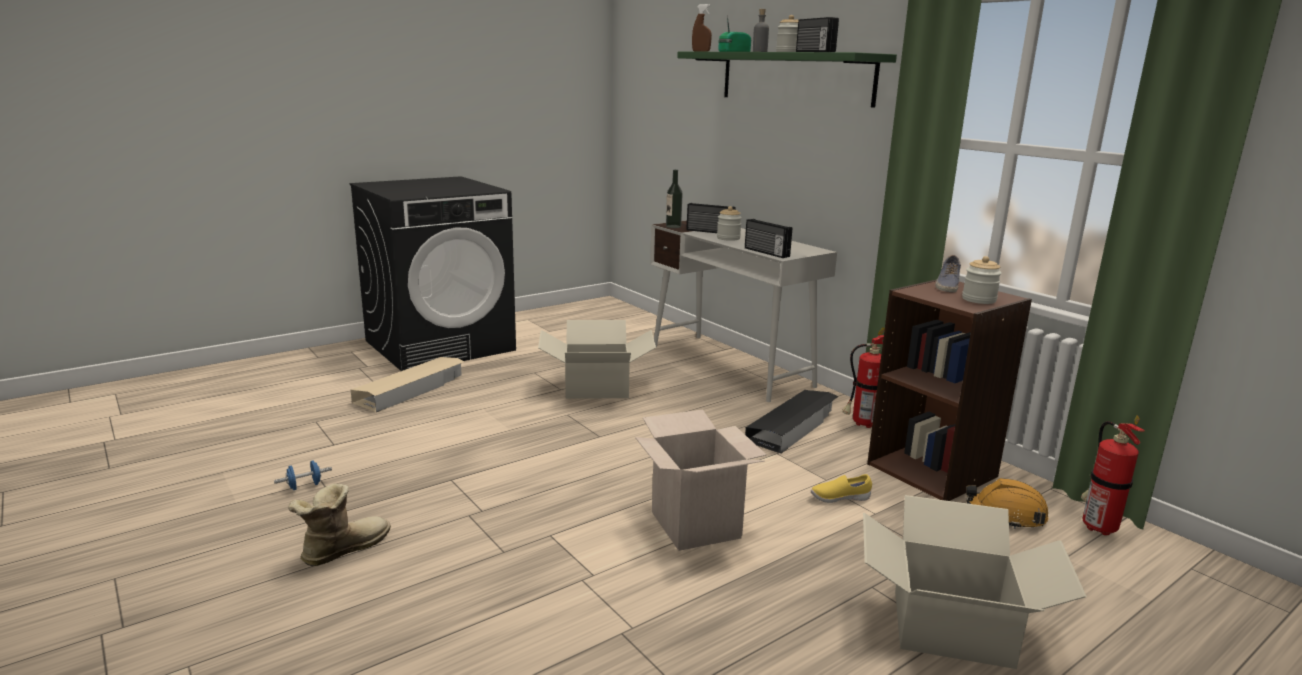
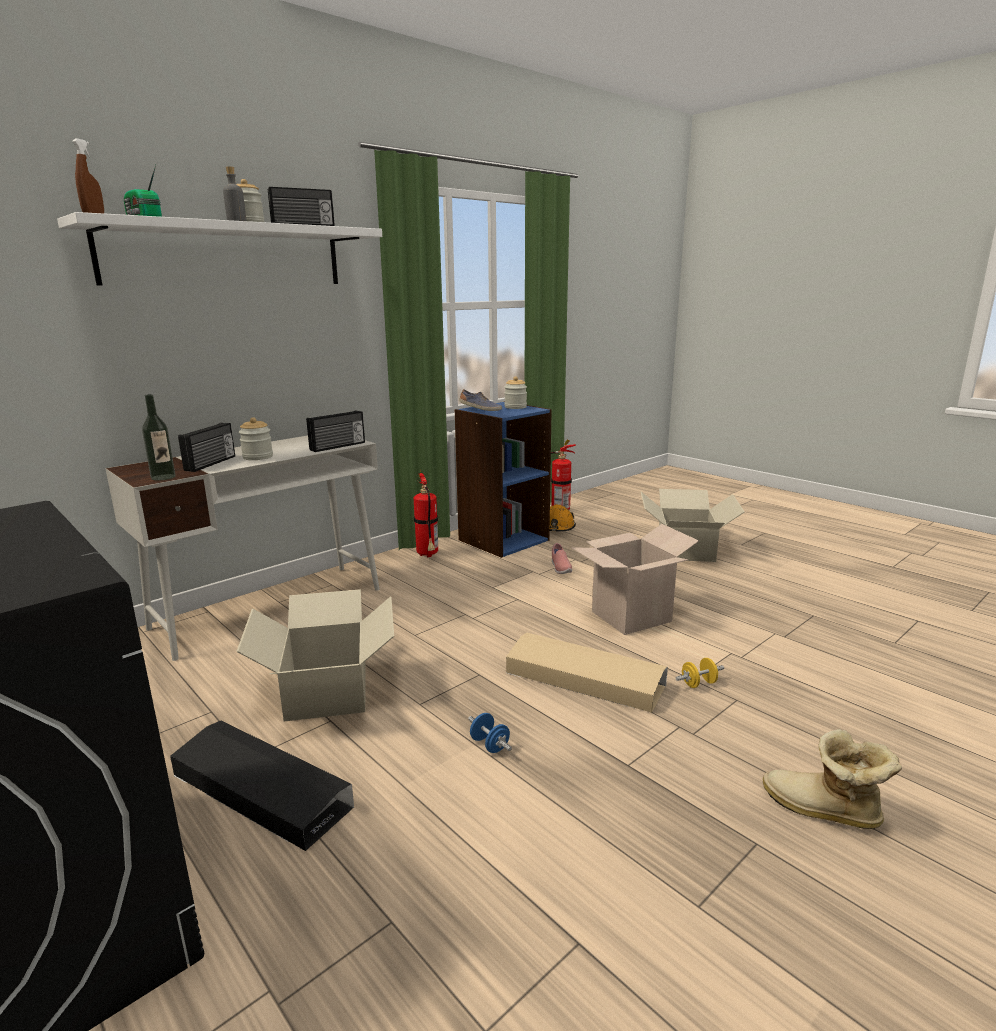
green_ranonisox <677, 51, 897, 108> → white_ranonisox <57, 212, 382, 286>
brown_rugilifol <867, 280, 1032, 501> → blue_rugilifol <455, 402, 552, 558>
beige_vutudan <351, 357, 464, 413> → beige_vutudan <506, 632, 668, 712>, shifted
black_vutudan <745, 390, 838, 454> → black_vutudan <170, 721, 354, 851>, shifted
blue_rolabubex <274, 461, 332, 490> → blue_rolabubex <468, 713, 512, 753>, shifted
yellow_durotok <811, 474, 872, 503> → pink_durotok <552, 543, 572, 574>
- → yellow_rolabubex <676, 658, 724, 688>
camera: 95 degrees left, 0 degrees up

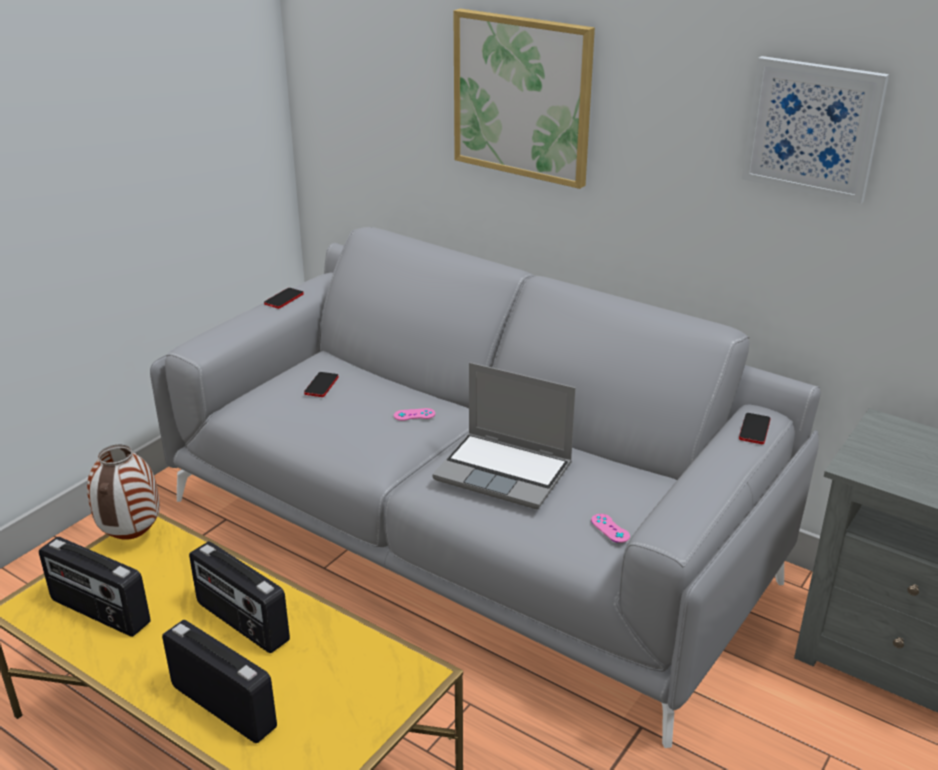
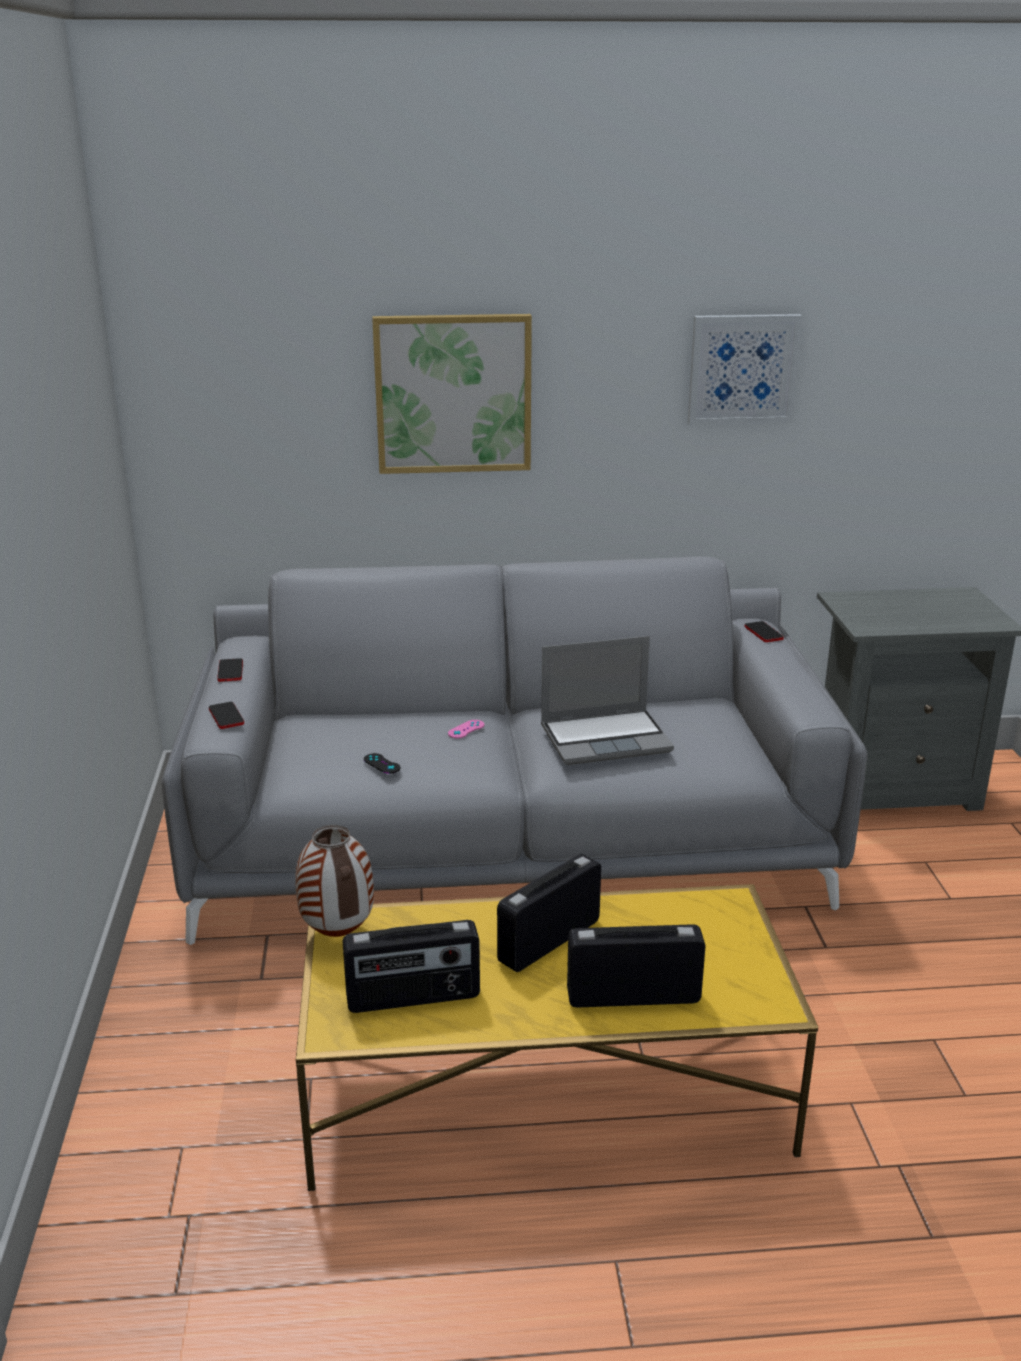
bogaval <304, 372, 338, 397> → bogaval <209, 702, 244, 729>, shifted
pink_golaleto <591, 514, 630, 543> → -
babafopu <189, 541, 290, 653> → babafopu <497, 854, 601, 972>, 135 degrees clockwise
- → black_golaleto <364, 753, 400, 774>
camera: 40 degrees left, 5 degrees down

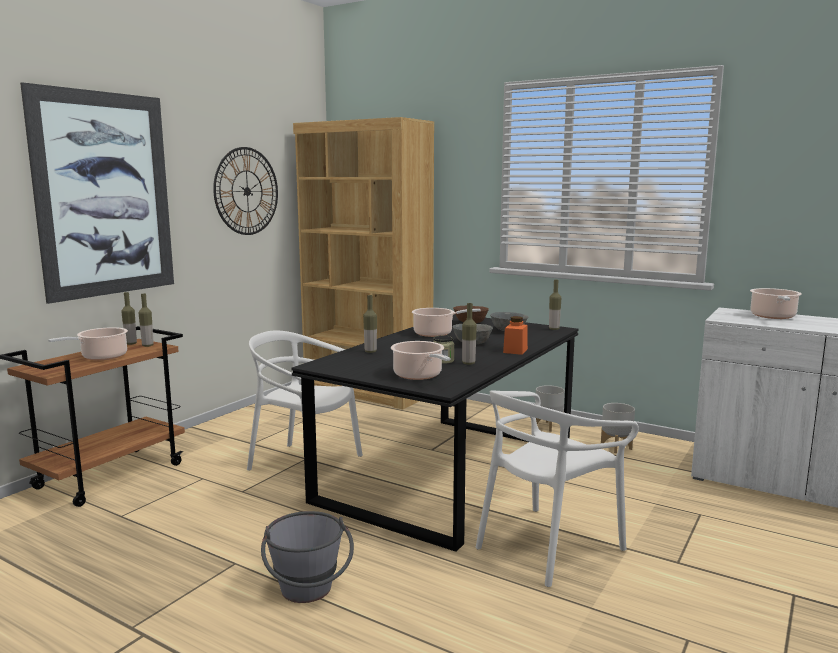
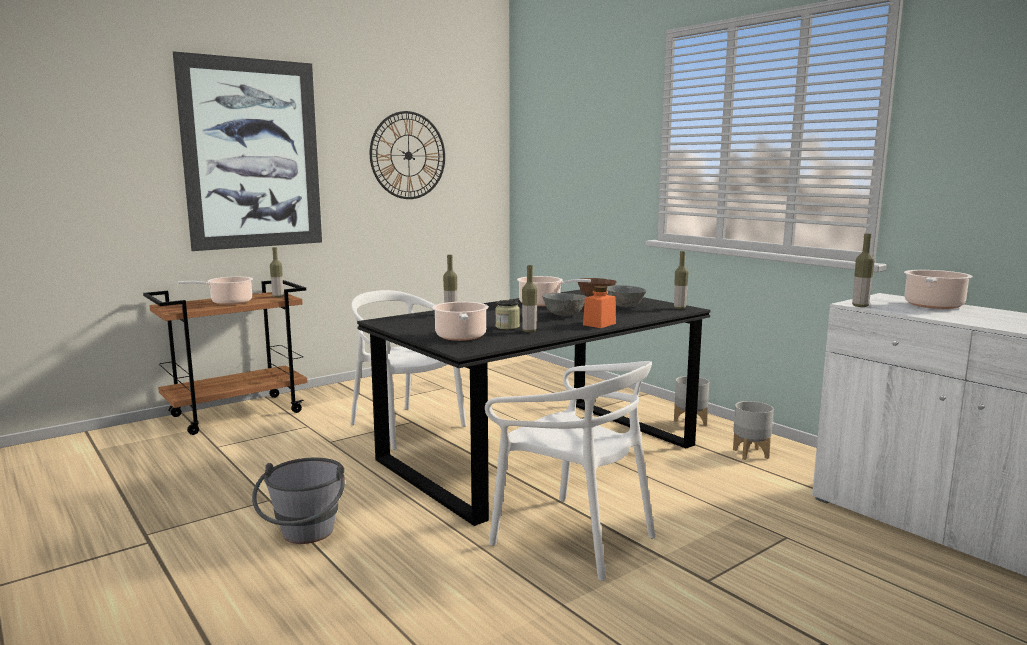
brown_rugilifol <293, 117, 434, 409> → -
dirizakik <121, 292, 137, 345> → dirizakik <852, 234, 875, 307>, shifted
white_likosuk <476, 390, 639, 587> → white_likosuk <485, 361, 655, 581>, 120 degrees counterclockwise
camera: 20 degrees right, 0 degrees up

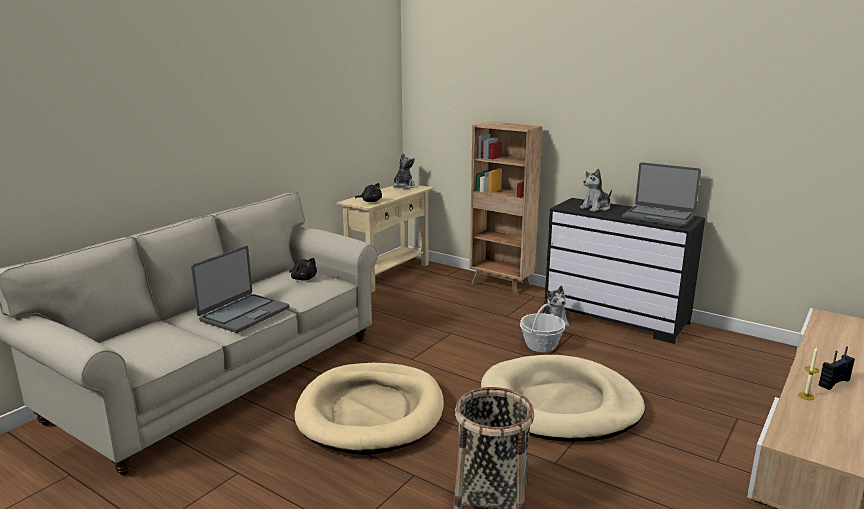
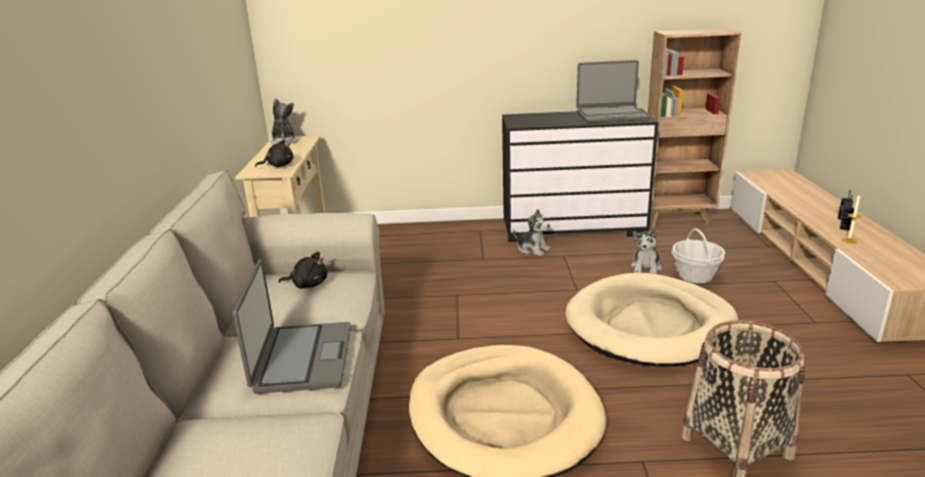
brown_rugilifol <470, 121, 543, 295> → brown_rugilifol <648, 28, 741, 228>, shifted
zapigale <580, 169, 612, 212> → zapigale <631, 227, 662, 274>, shifted
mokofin <520, 303, 565, 352> → mokofin <672, 228, 725, 283>, shifted
camera: 35 degrees left, 5 degrees up

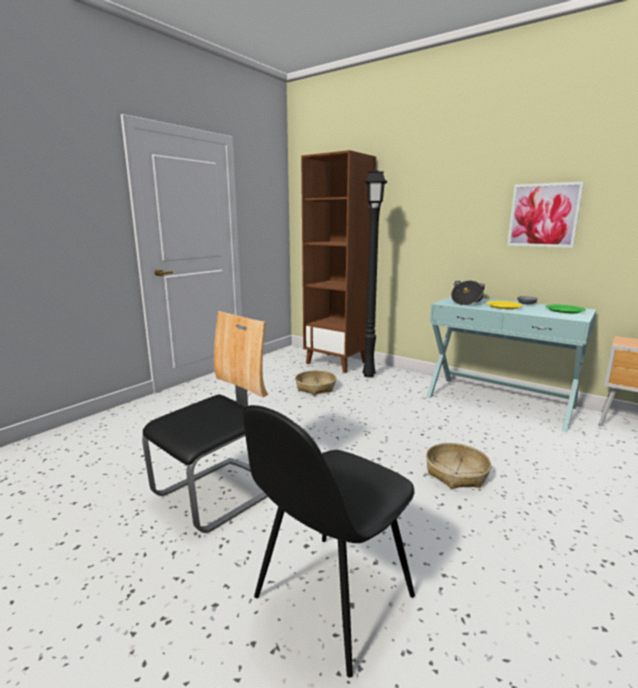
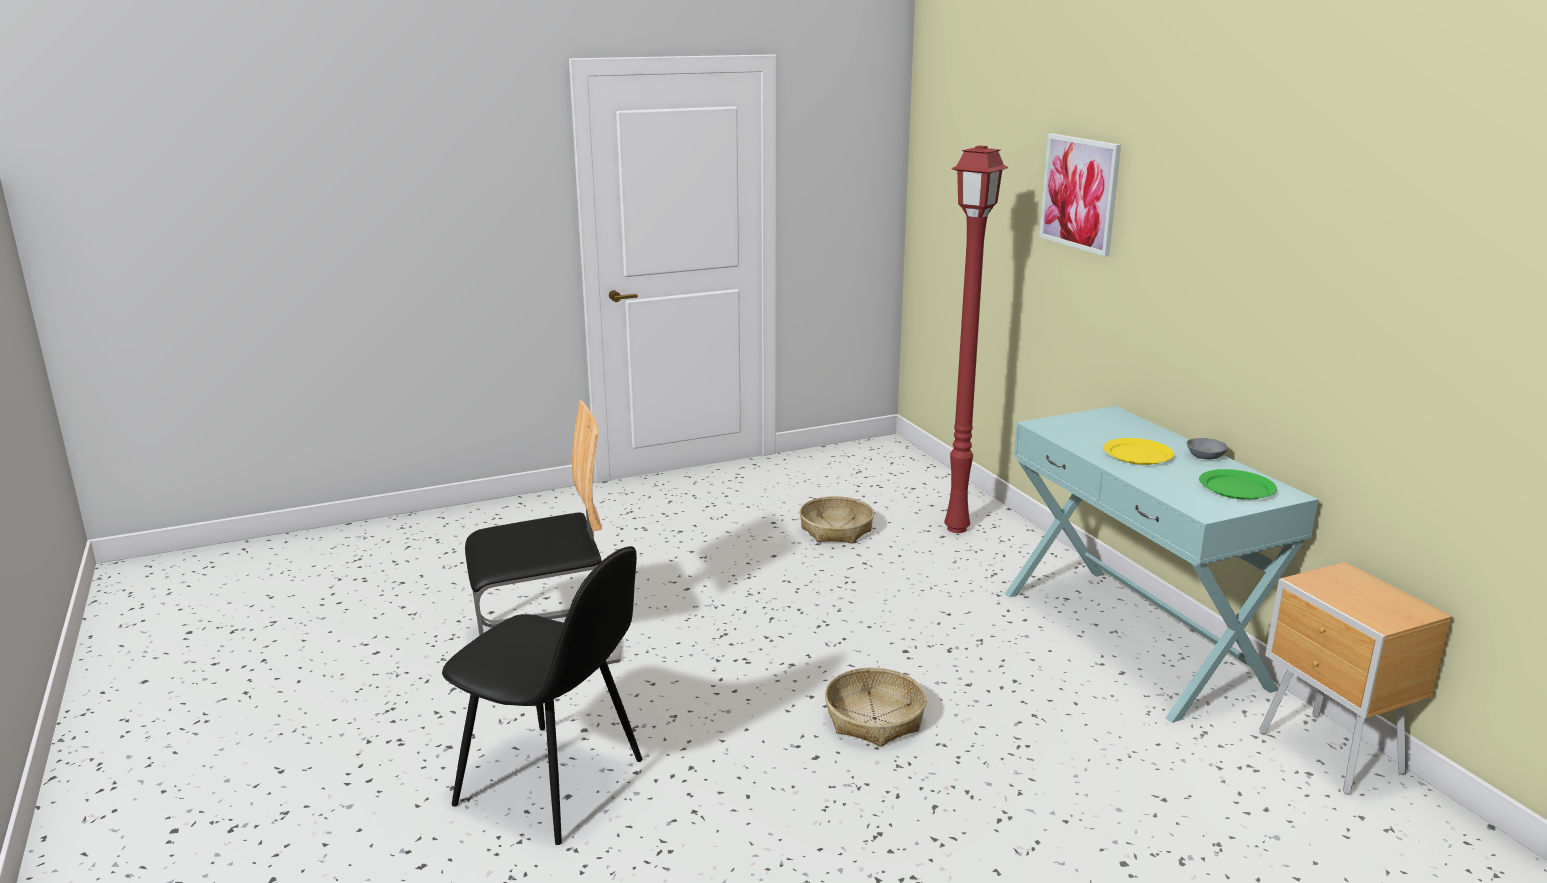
brown_rugilifol <301, 150, 376, 373> → -
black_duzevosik <362, 170, 387, 378> → red_duzevosik <944, 145, 1009, 533>
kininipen <507, 182, 584, 248> → kininipen <1039, 134, 1121, 256>, shifted
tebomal <451, 281, 485, 305> → -
black_likosuk <243, 405, 415, 678> → black_likosuk <442, 546, 642, 845>, 135 degrees counterclockwise
camera: 30 degrees right, 5 degrees up

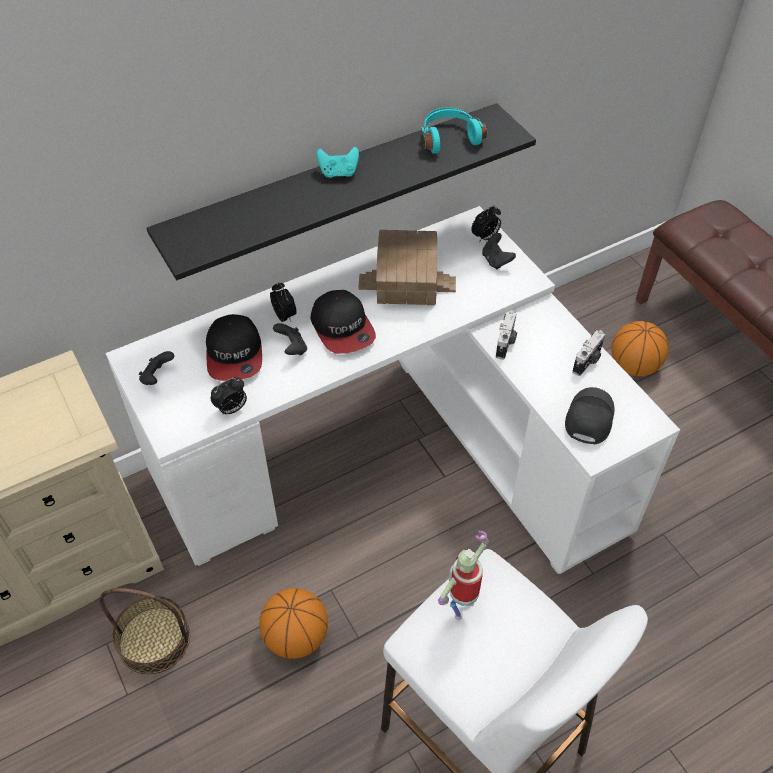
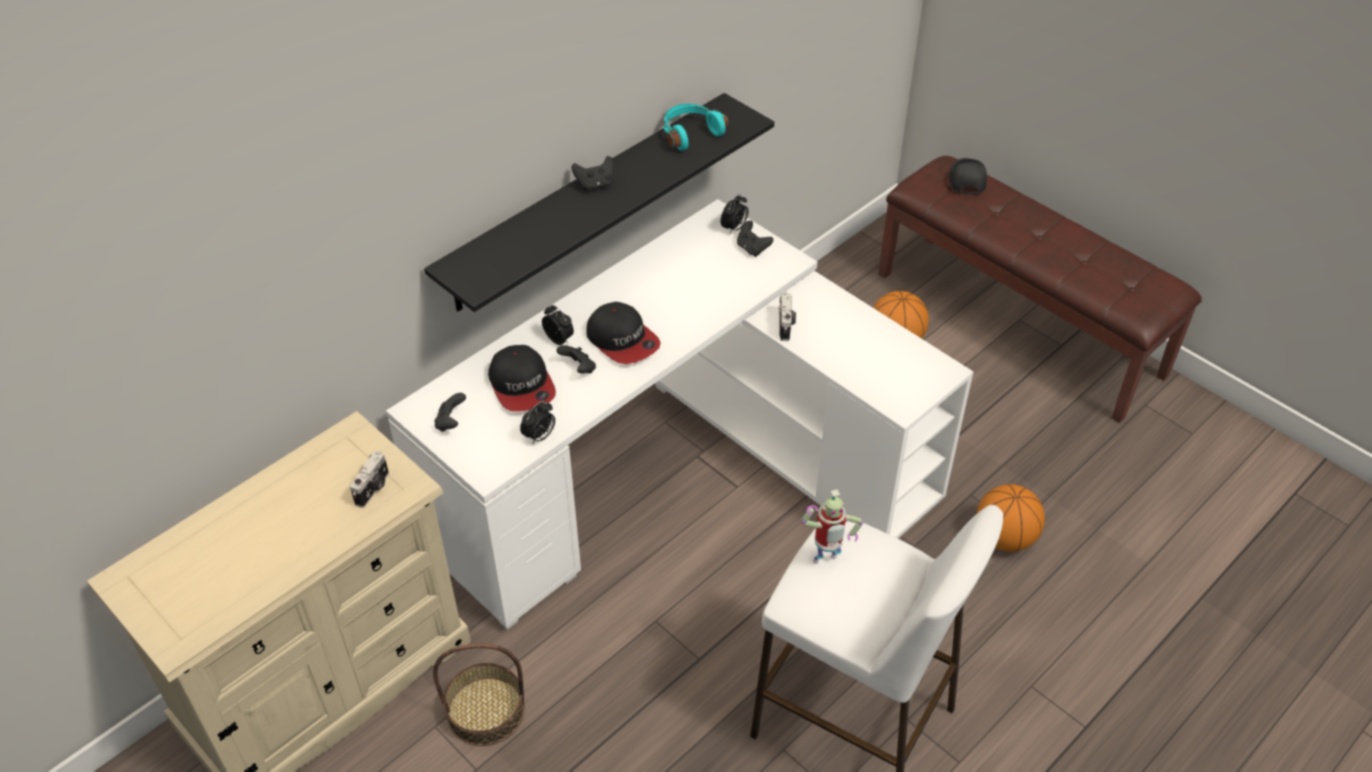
turquoise_golaleto <316, 147, 359, 178> → black_golaleto <571, 156, 614, 191>
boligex <358, 230, 456, 305> → -
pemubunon <572, 330, 605, 376> → pemubunon <350, 451, 389, 508>, shifted
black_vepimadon <565, 387, 614, 445> → black_vepimadon <949, 158, 987, 195>, shifted
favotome <438, 531, 489, 620> → favotome <801, 489, 863, 564>, 135 degrees counterclockwise
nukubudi <259, 588, 328, 659> → nukubudi <977, 484, 1045, 552>, shifted
camera: 15 degrees left, 5 degrees down

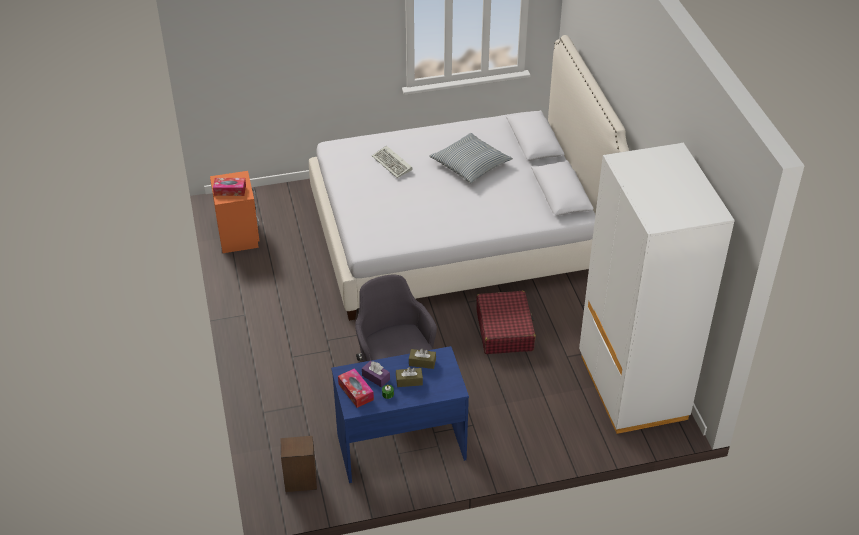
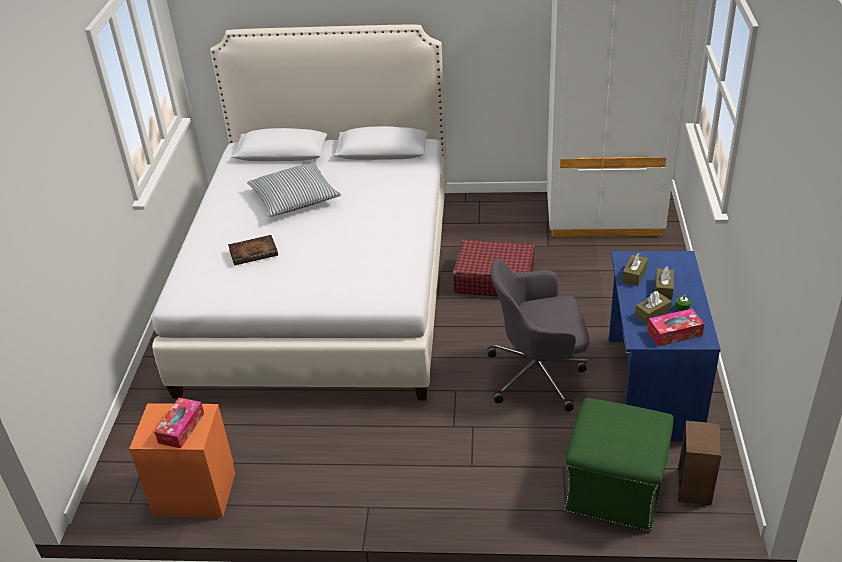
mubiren <372, 146, 413, 178> → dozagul <228, 235, 278, 266>
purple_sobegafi <362, 361, 390, 387> → brown_sobegafi <635, 291, 672, 325>
- → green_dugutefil <564, 398, 674, 532>
camera: 70 degrees left, 5 degrees down

